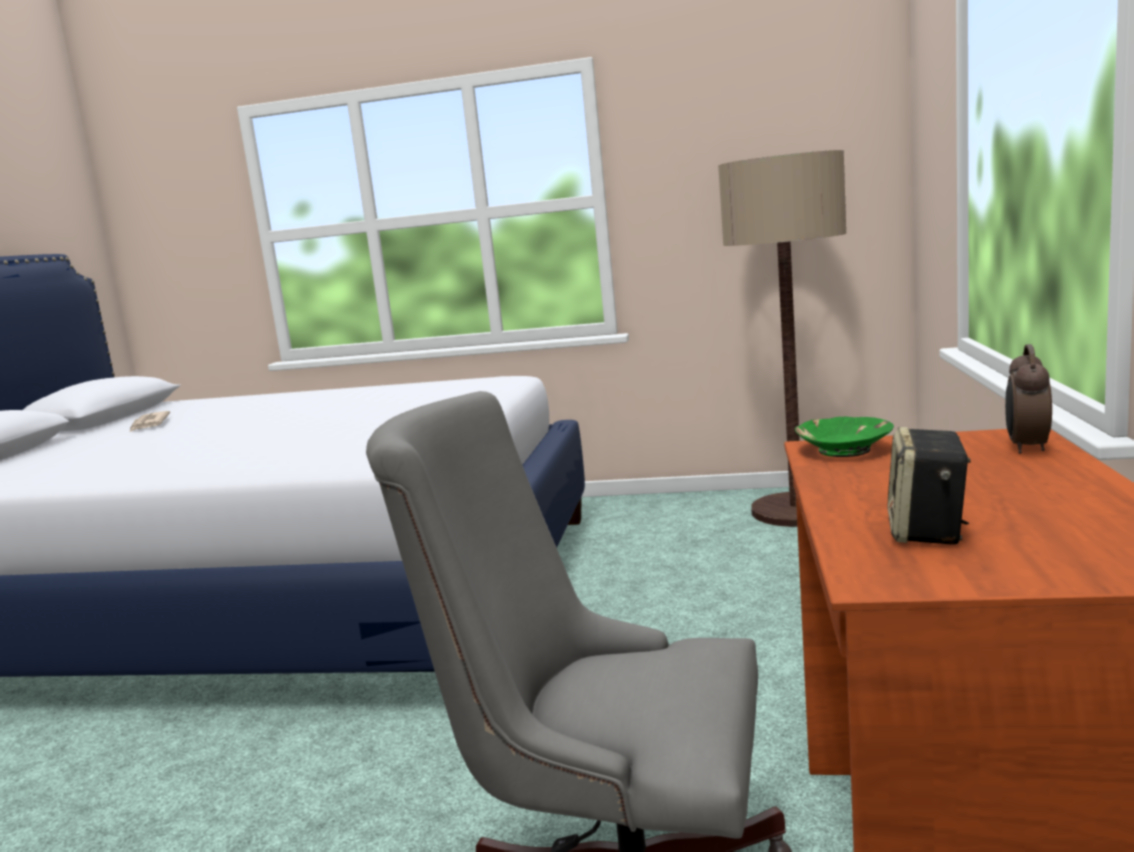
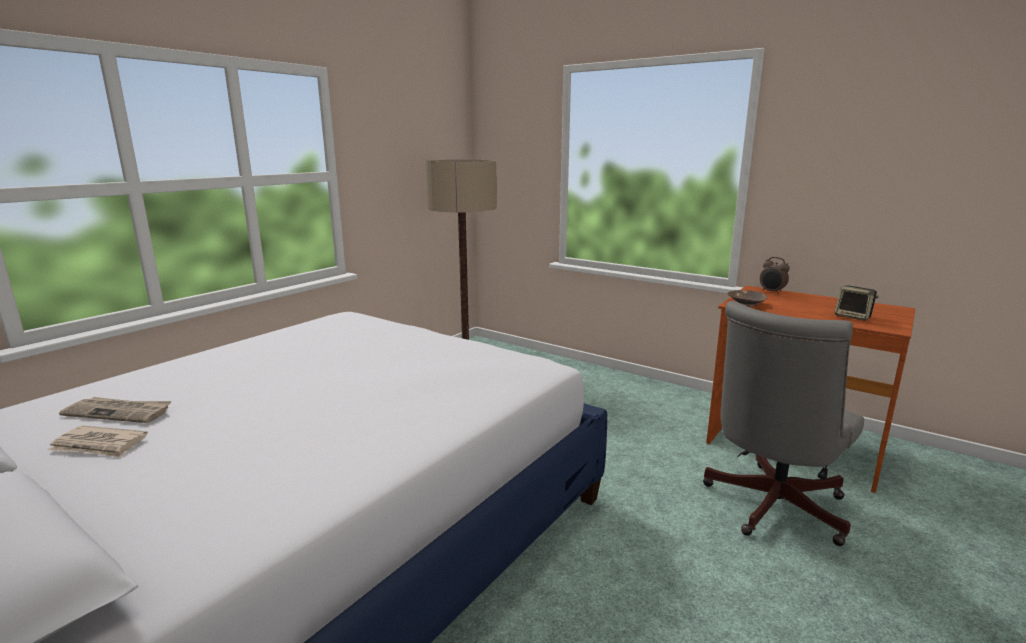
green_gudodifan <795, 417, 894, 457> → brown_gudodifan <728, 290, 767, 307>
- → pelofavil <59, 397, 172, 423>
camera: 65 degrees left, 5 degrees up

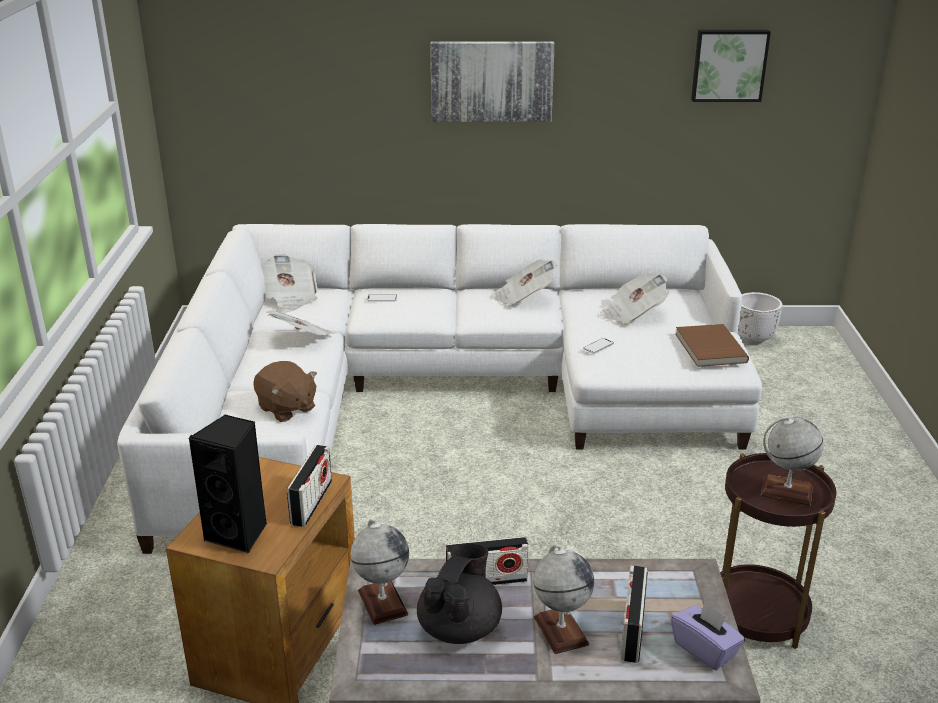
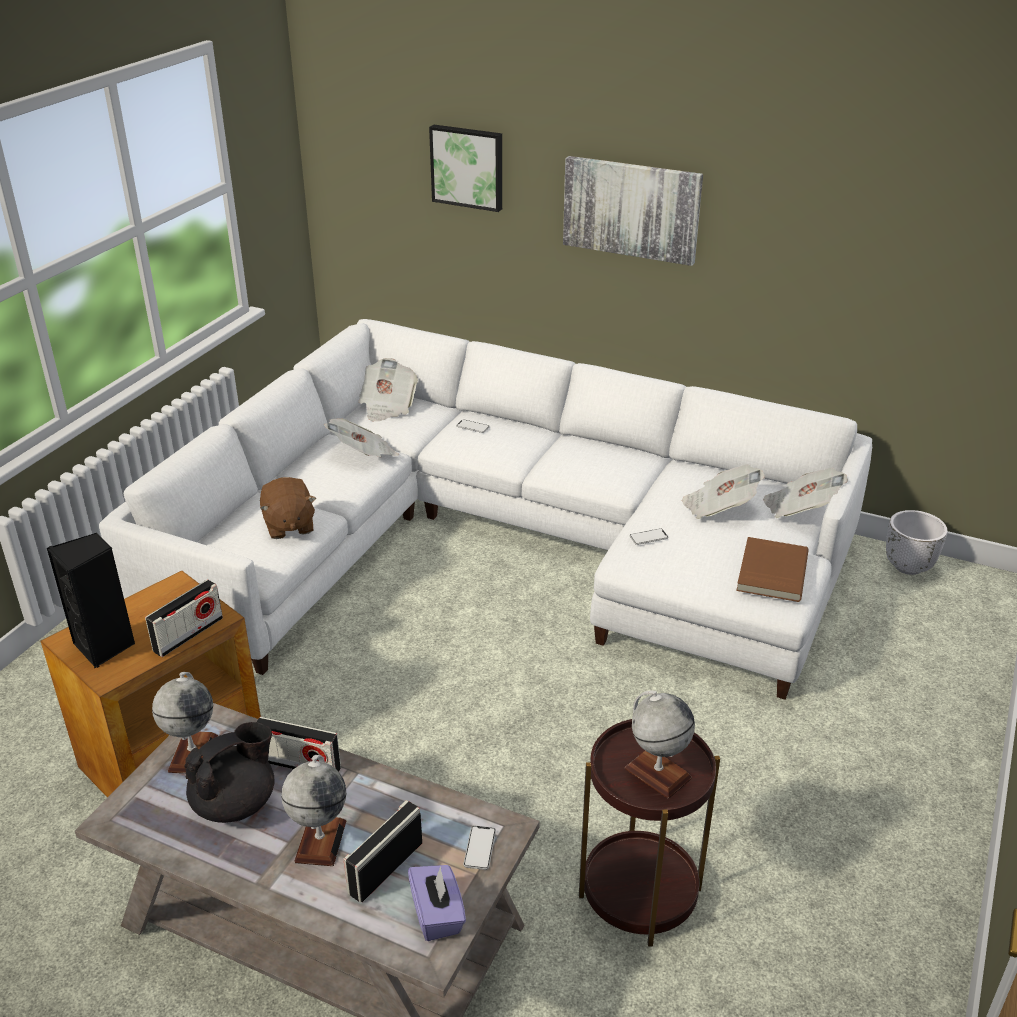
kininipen <691, 30, 771, 102> → kininipen <429, 125, 502, 212>, shifted
pelofavil <491, 259, 557, 306> → pelofavil <763, 468, 848, 518>, shifted
- → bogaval <463, 826, 496, 870>
camera: 25 degrees right, 5 degrees up

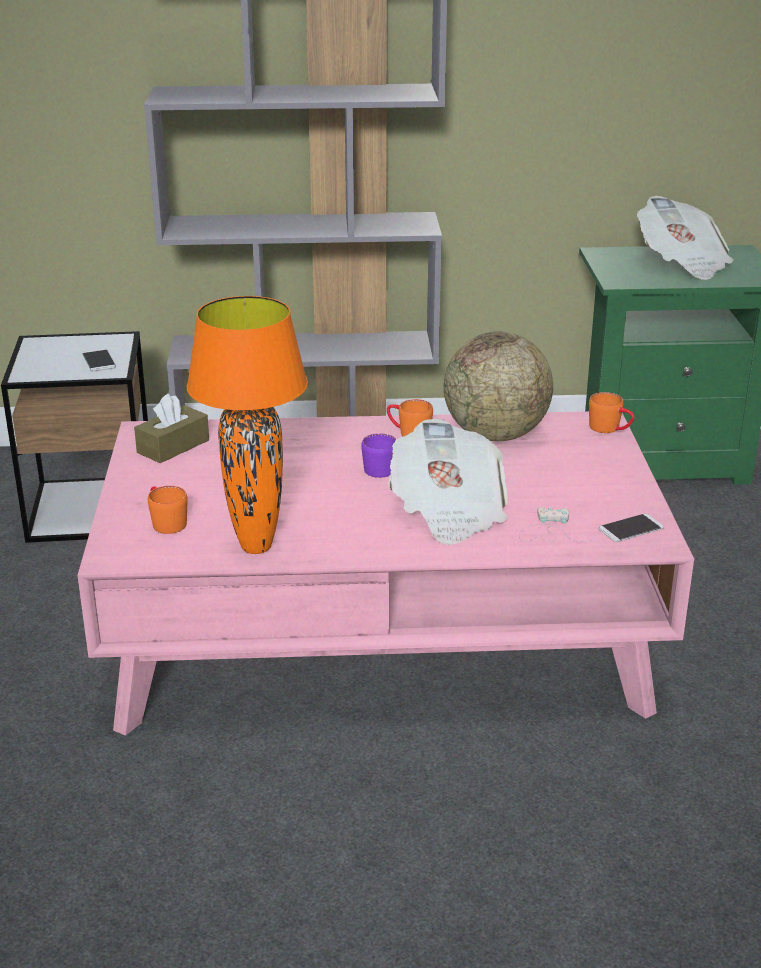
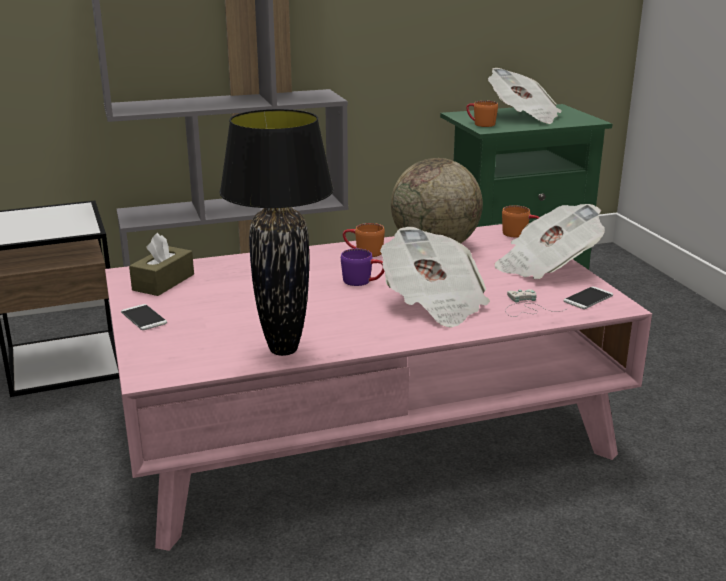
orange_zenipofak <187, 296, 308, 554> → black_zenipofak <219, 109, 334, 356>
bogaval <82, 349, 116, 371> → bogaval <121, 304, 167, 330>, shifted
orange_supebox <148, 486, 188, 534> → orange_supebox <466, 101, 498, 127>, shifted
- → pelofavil <494, 204, 605, 279>
camera: 15 degrees left, 5 degrees down

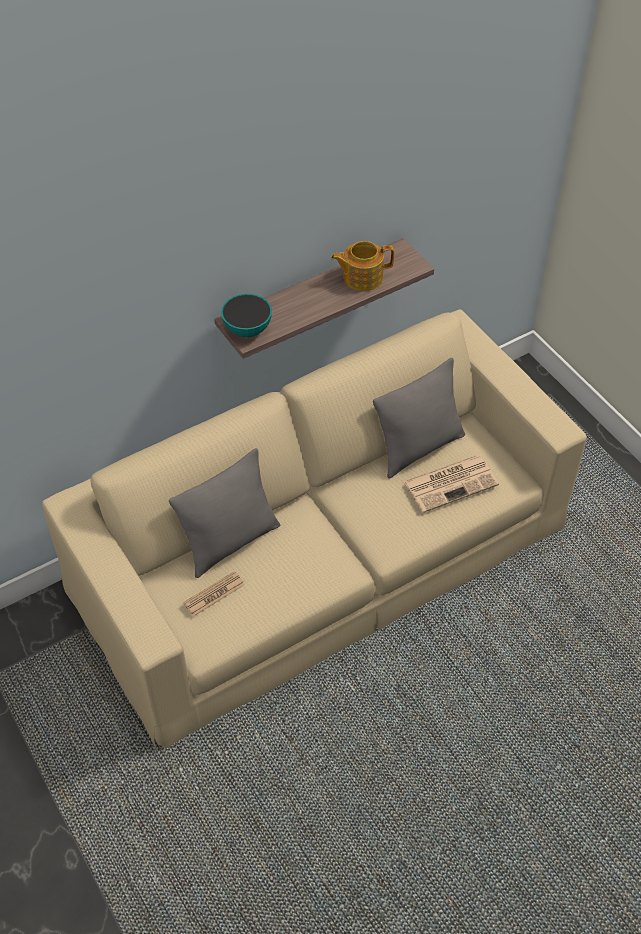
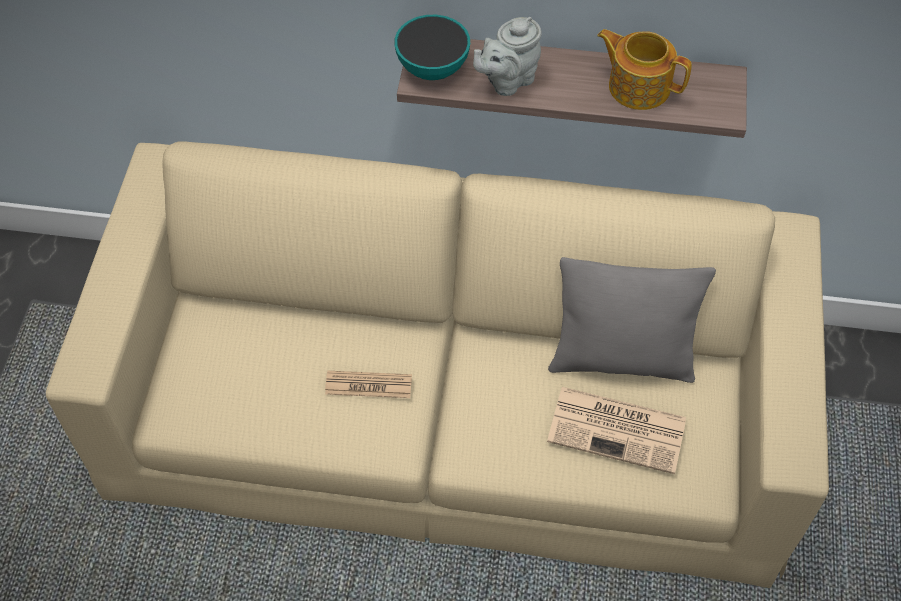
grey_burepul <169, 448, 280, 578> → -
pelofavil <183, 571, 245, 617> → pelofavil <325, 371, 412, 398>, shifted
- → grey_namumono <473, 17, 542, 96>
camera: 40 degrees right, 5 degrees up

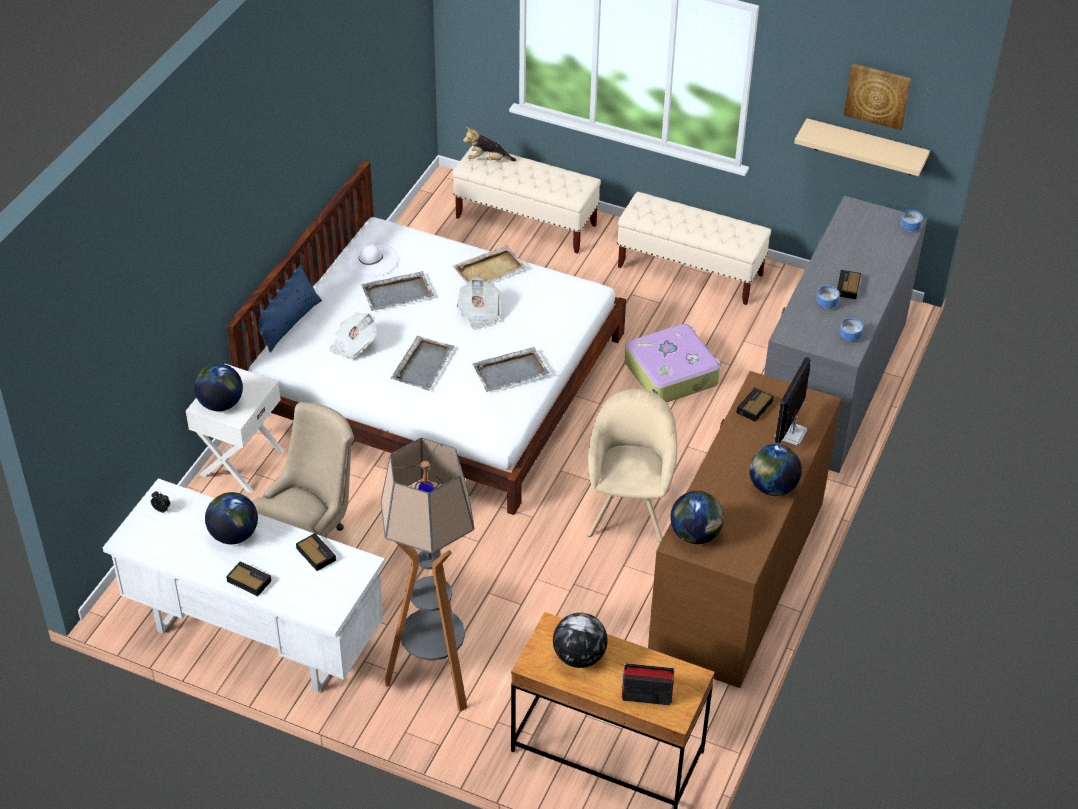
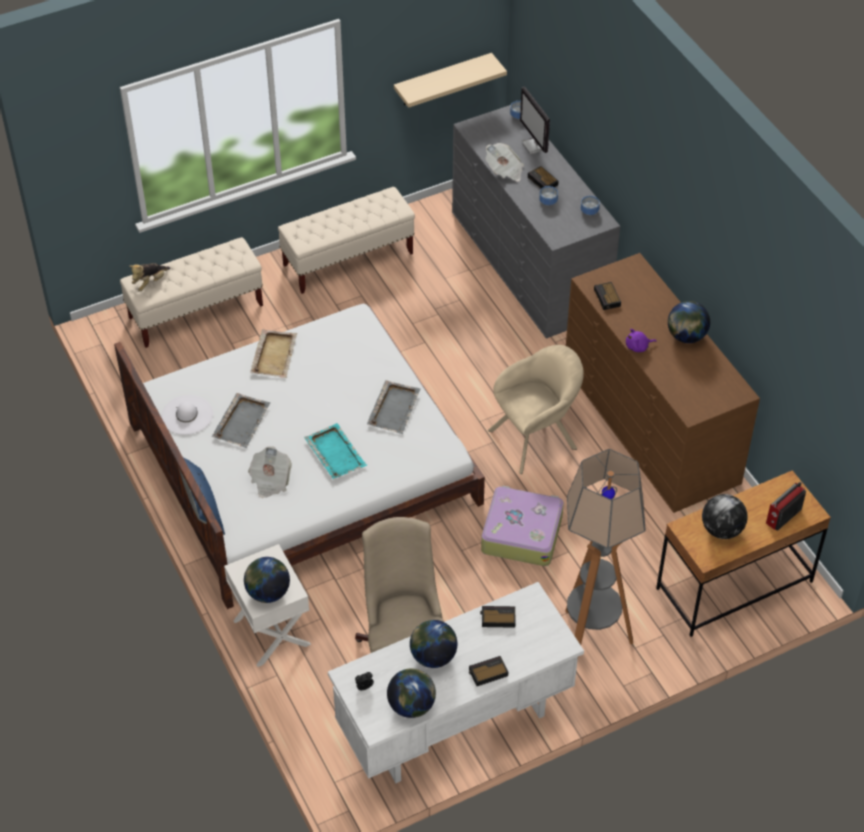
kininipen <844, 63, 911, 130> → -
pelofavil <457, 278, 501, 330> → pelofavil <485, 143, 524, 182>, shifted
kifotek <625, 324, 720, 403> → kifotek <481, 486, 564, 566>, shifted
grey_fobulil <391, 336, 454, 391> → turquoise_fobulil <304, 423, 367, 479>
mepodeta <775, 357, 811, 445> → mepodeta <520, 87, 550, 154>, shifted
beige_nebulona <588, 389, 677, 543> → beige_nebulona <488, 345, 584, 474>, 105 degrees clockwise
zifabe <670, 491, 724, 544> → zifabe <387, 669, 436, 718>, shifted
- → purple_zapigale <626, 329, 657, 352>
camera: 50 degrees left, 5 degrees up

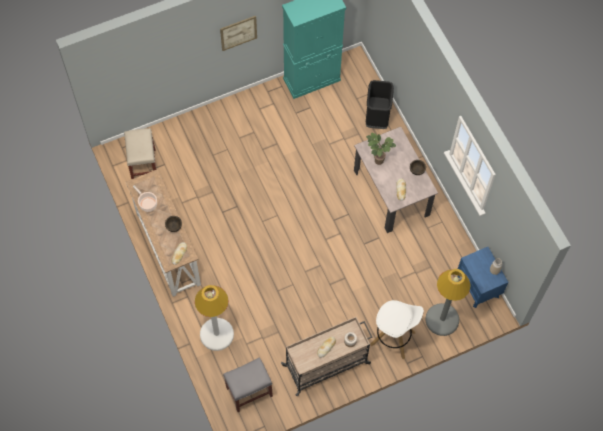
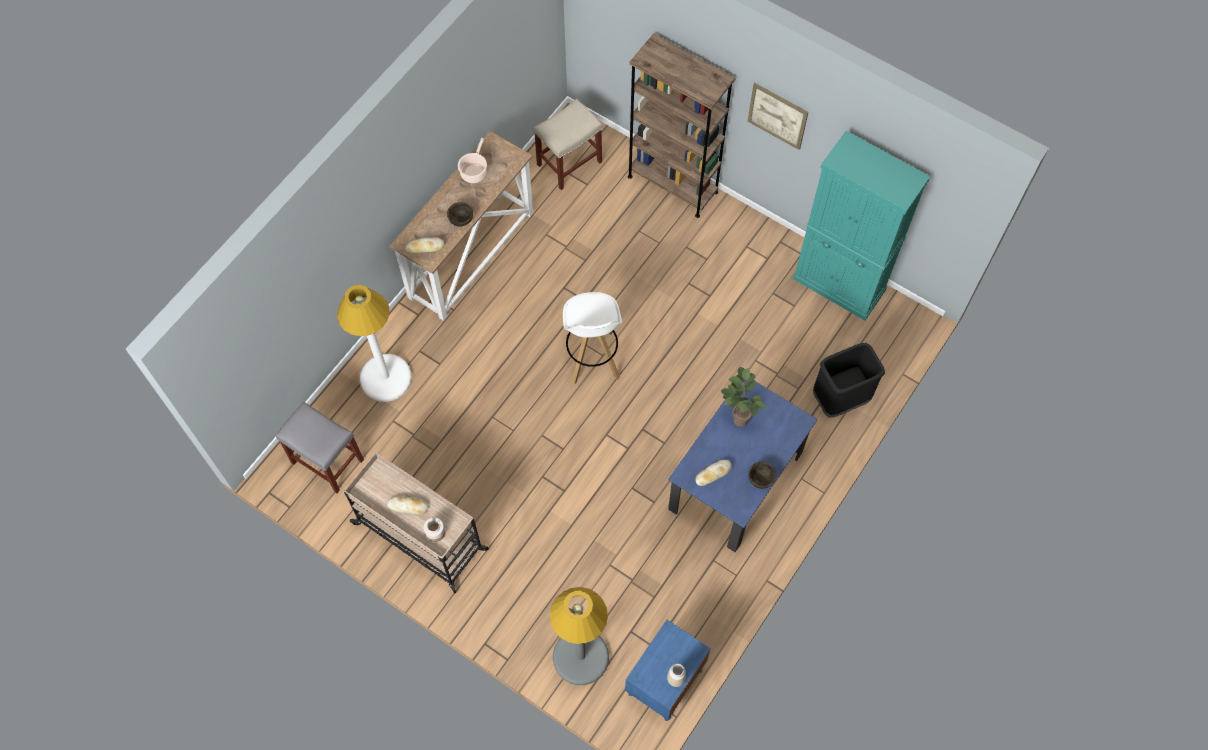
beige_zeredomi <354, 127, 438, 233> → blue_zeredomi <668, 380, 818, 552>
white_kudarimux <370, 300, 424, 359> → white_kudarimux <563, 292, 622, 385>, shifted
- → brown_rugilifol <628, 33, 735, 218>
camera: 60 degrees right, 0 degrees up

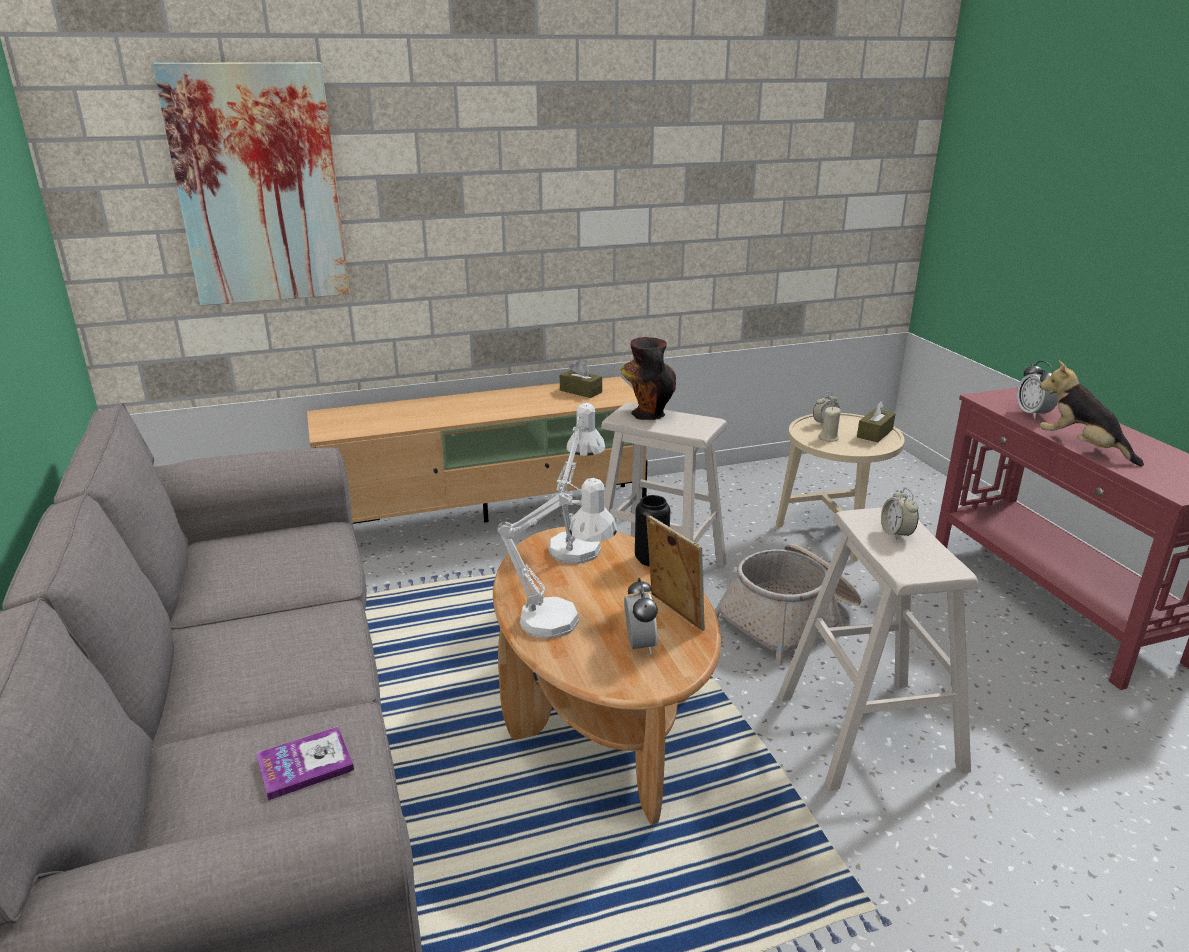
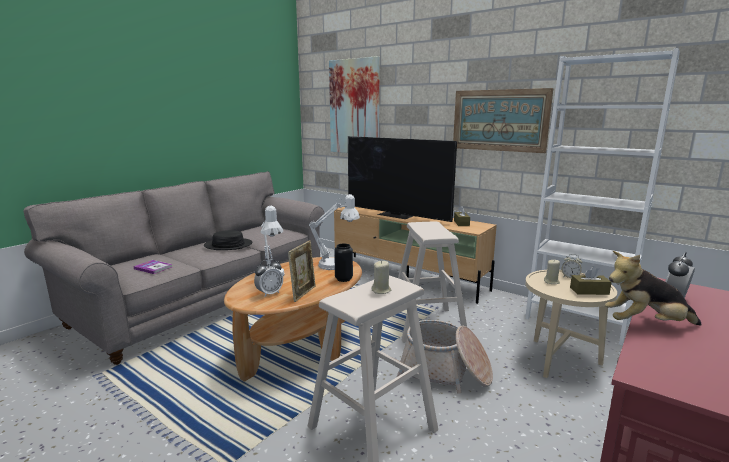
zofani <620, 337, 676, 420> → -
zapigale <1040, 361, 1144, 466> → zapigale <605, 251, 702, 326>, 105 degrees counterclockwise
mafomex <881, 488, 919, 541> → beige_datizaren <371, 261, 391, 294>
- → white_rugilifol <525, 48, 680, 346>
- → kininipen <453, 88, 553, 153>
- → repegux <348, 136, 457, 222>
- → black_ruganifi <204, 230, 252, 250>
camera: 55 degrees right, 10 degrees down

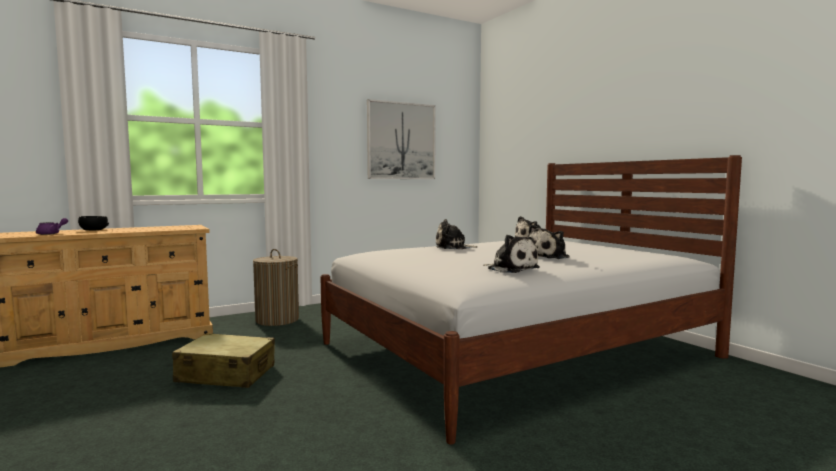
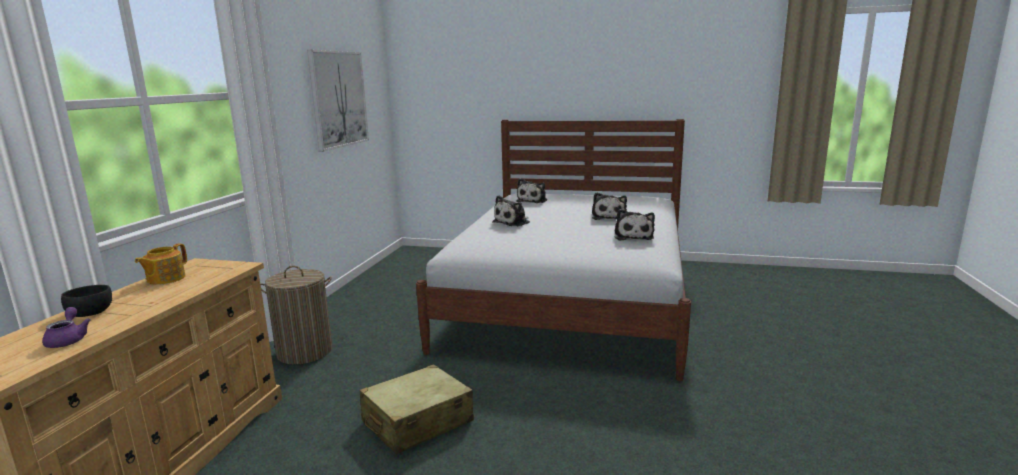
zapigale <483, 235, 540, 273> → zapigale <615, 209, 655, 241>, 90 degrees clockwise
- → namumono <135, 243, 187, 285>
camera: 45 degrees left, 10 degrees up

